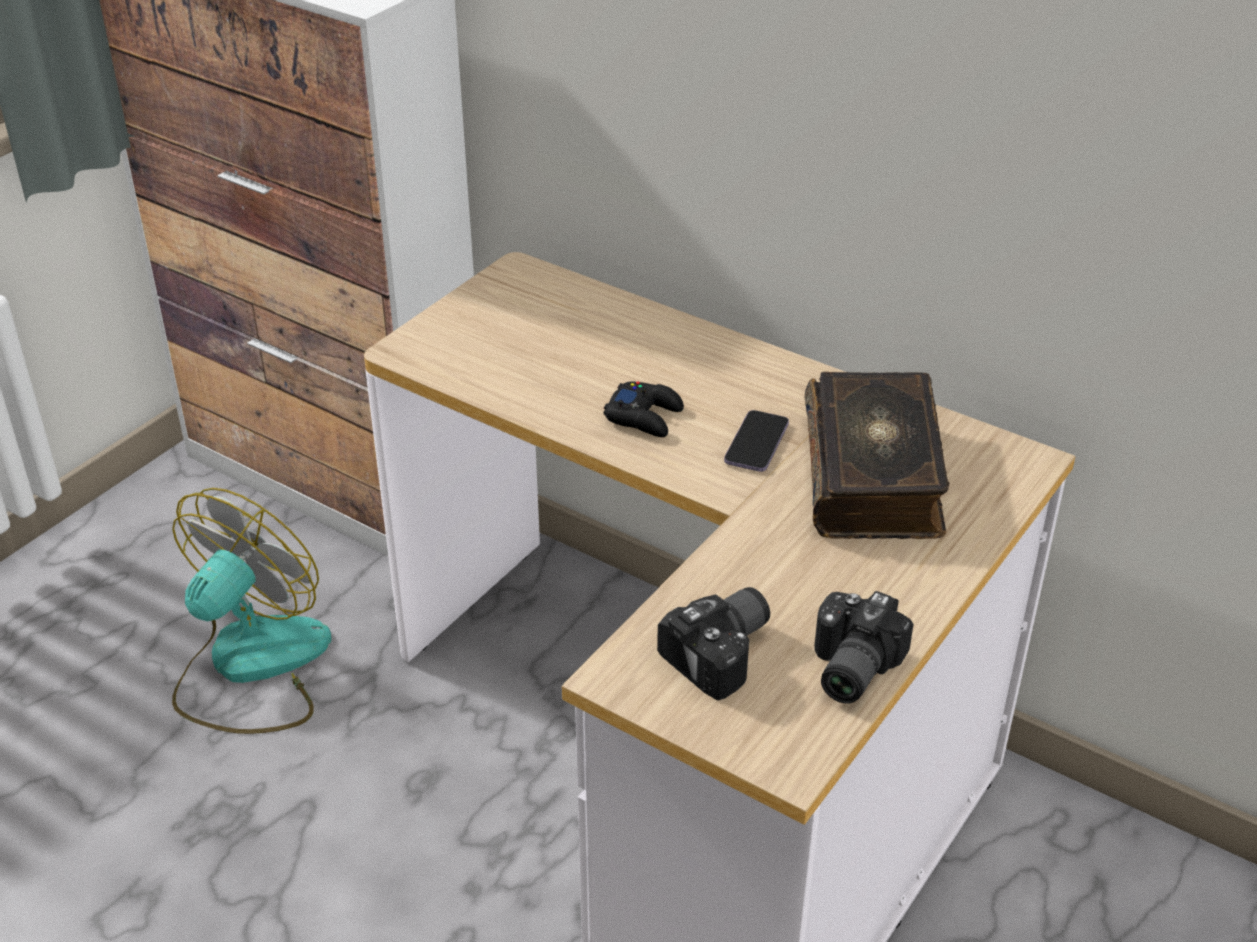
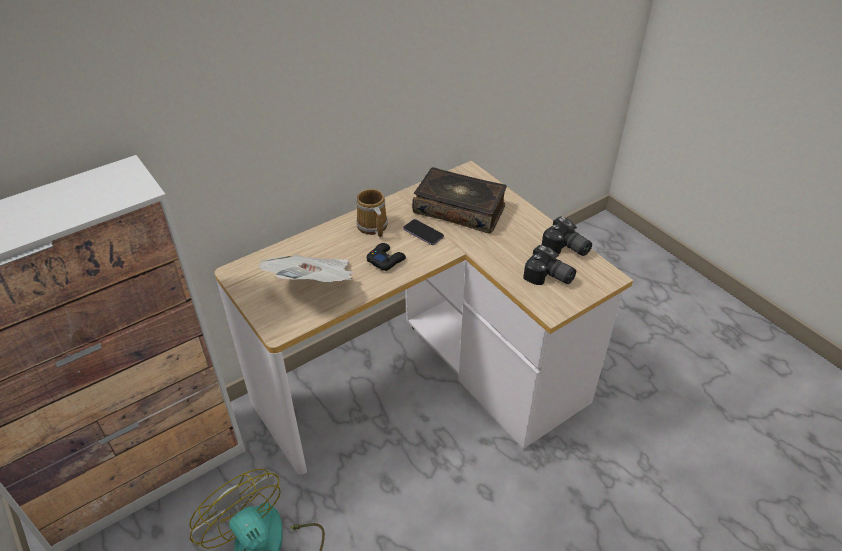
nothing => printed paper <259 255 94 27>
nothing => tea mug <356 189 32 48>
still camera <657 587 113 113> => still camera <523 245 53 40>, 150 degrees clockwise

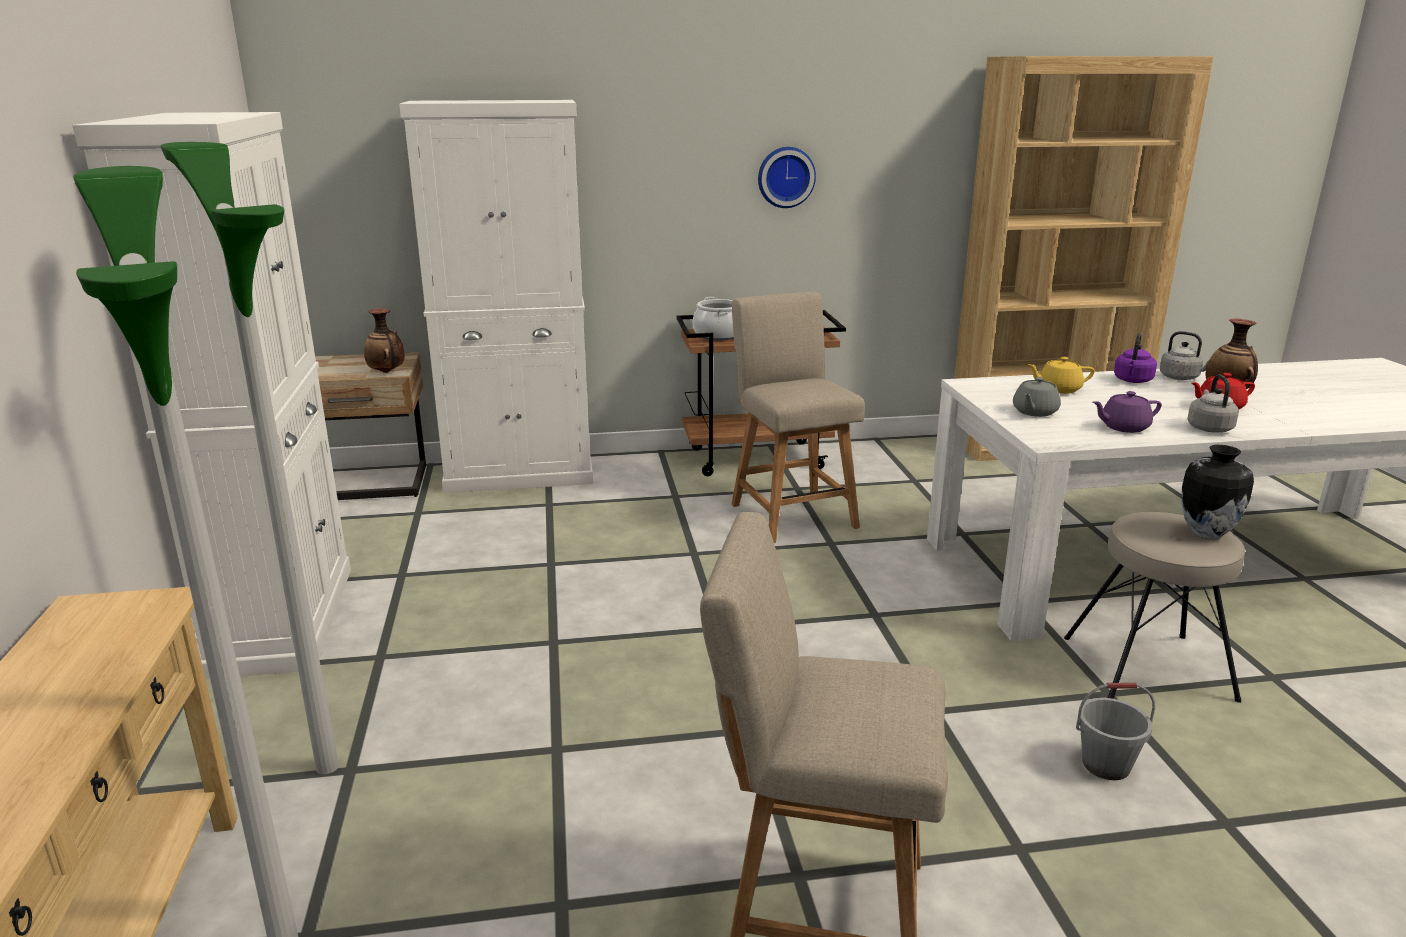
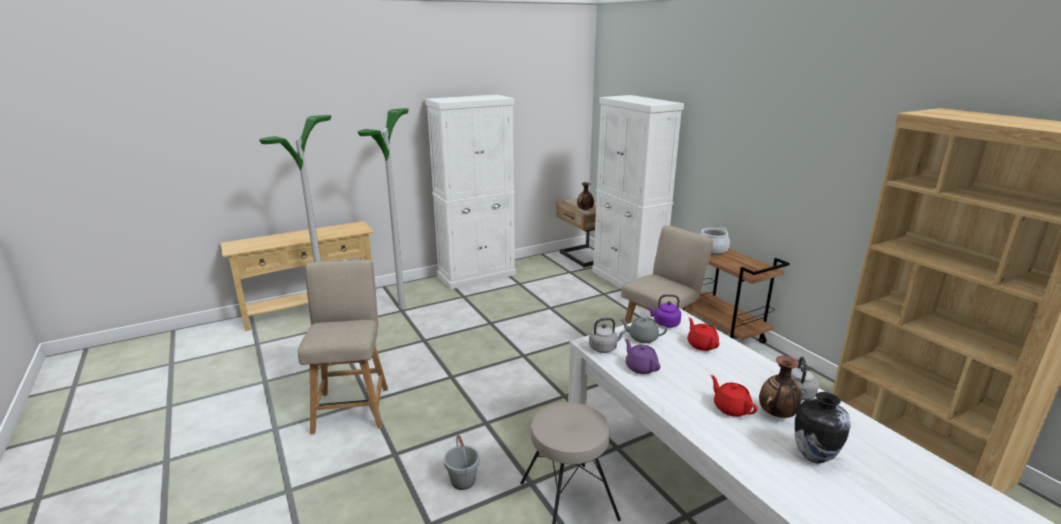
greyish water kettle <1187 375 52 58> => greyish water kettle <589 318 37 35>, shifted
purple-coloured water kettle <1114 333 43 50> => purple-coloured water kettle <647 294 34 34>, shifted
yellow-coloured tea pot <1027 357 68 37> => red tea pot <688 318 32 33>
flower vase <1182 445 72 94> => flower vase <795 392 56 72>, shifted
clock on the wall <758 147 58 61> => nothing

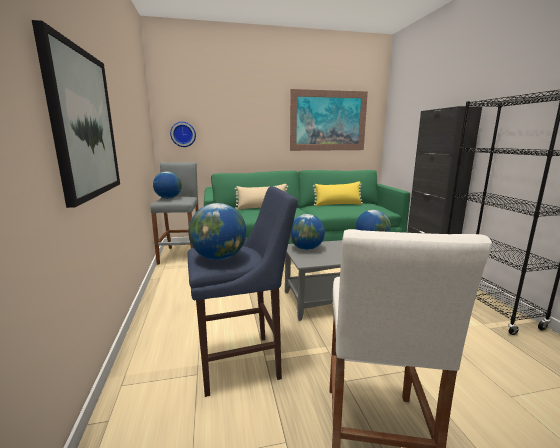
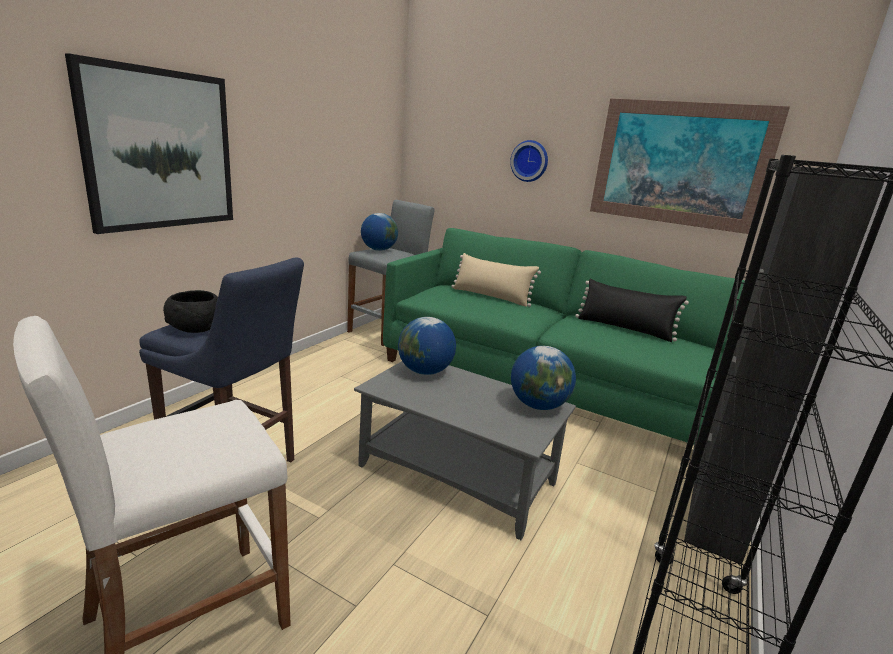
world globe <188 203 59 57> => black deep dish <163 290 55 43>
clock on the wall <170 122 26 25> => clock on the wall <510 140 38 42>, shifted
yellow-coloured throw pillow <313 181 50 25> => black throw pillow <575 279 114 63>

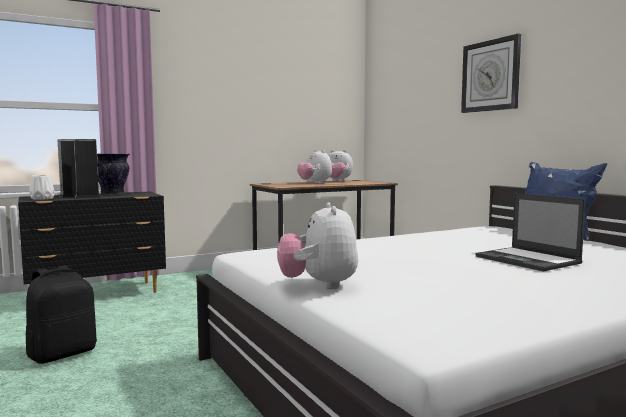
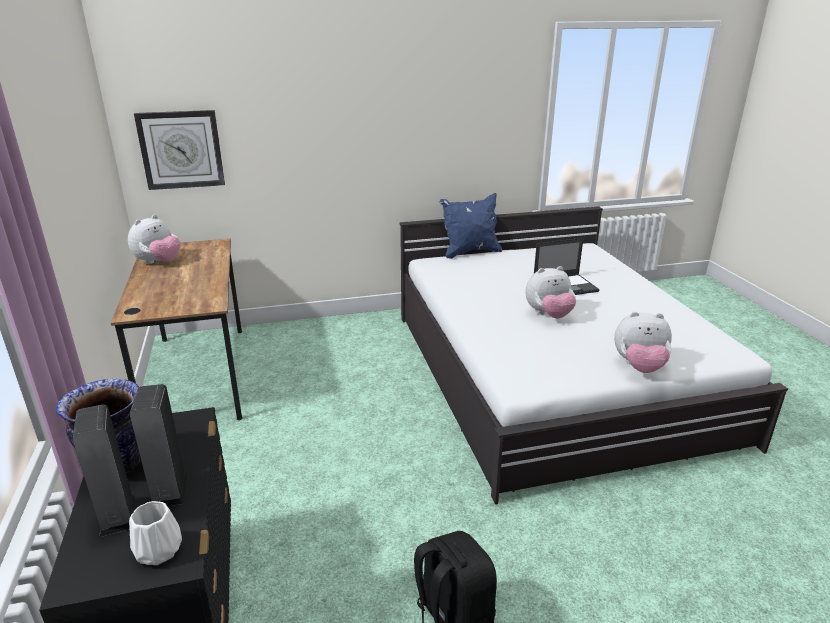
clock on the wall <461 34 60 79> => clock on the wall <134 110 91 80>, shifted
soft toy <297 150 35 34> => soft toy <525 266 51 53>, shifted

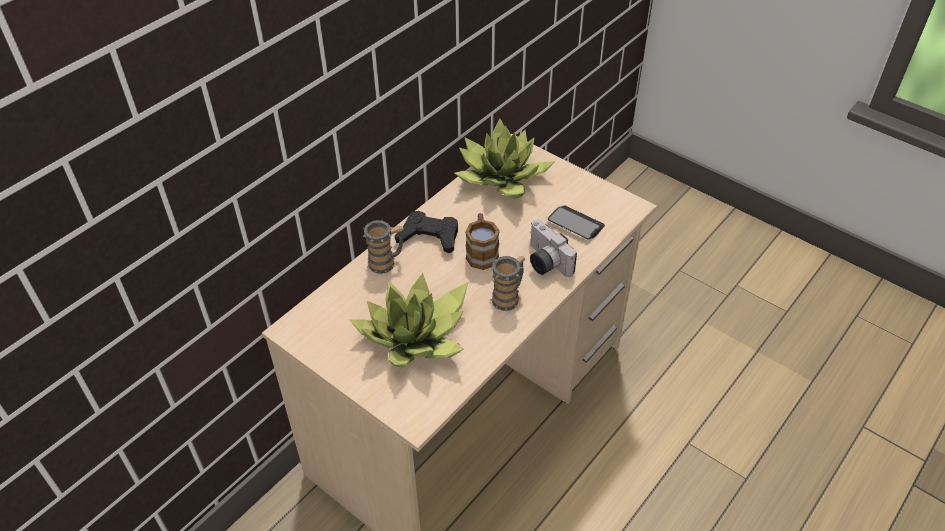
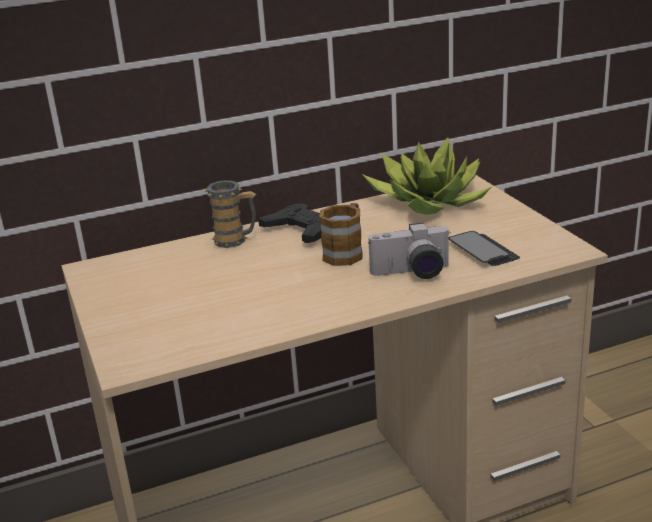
still camera <530 220 47 57> => still camera <368 223 83 56>, 90 degrees counterclockwise
potted plant <349 273 119 94> => nothing
tea mug <490 256 36 55> => nothing

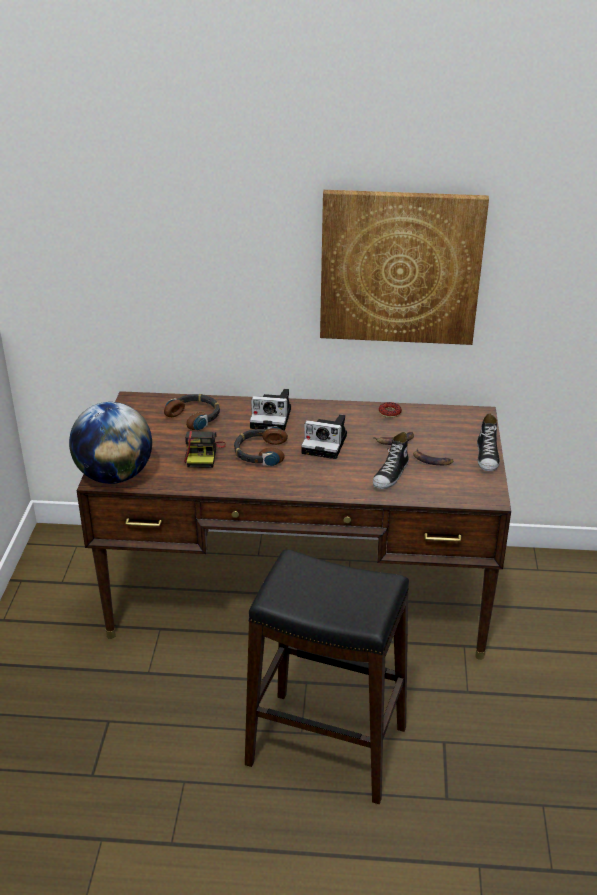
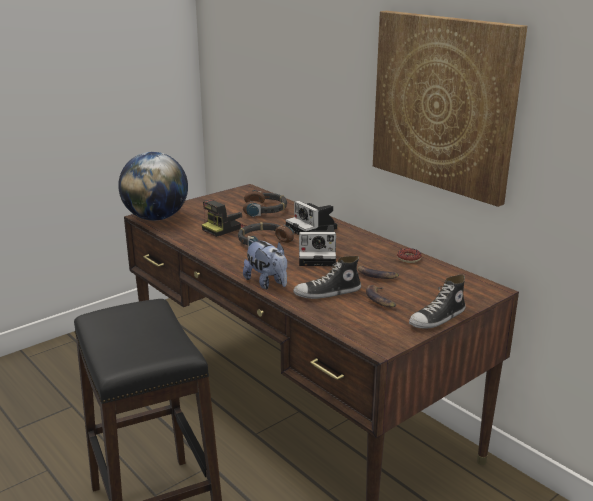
nothing => soft toy <243 240 44 49>
still camera <301 415 46 44> => still camera <299 225 37 41>, 60 degrees counterclockwise

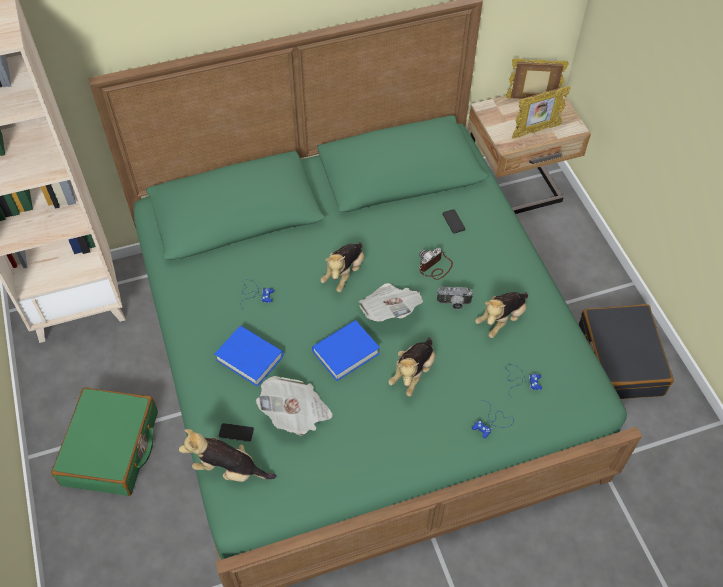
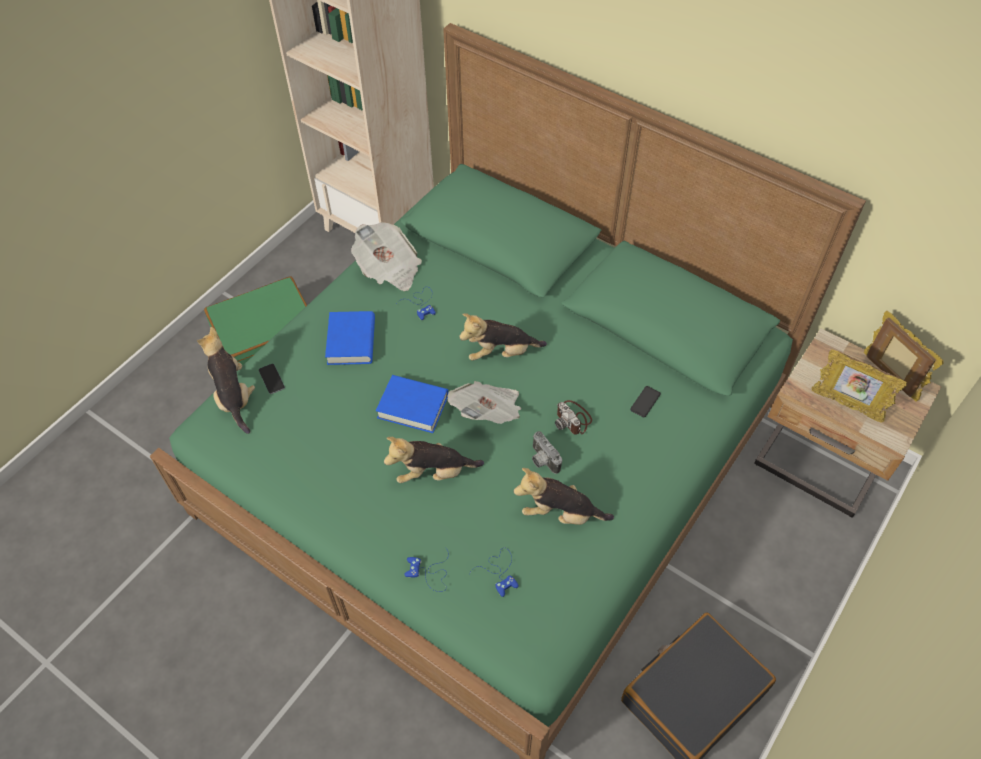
printed paper <256 376 77 60> => printed paper <351 222 71 69>, shifted
still camera <419 248 34 32> => still camera <555 400 37 35>, 135 degrees counterclockwise

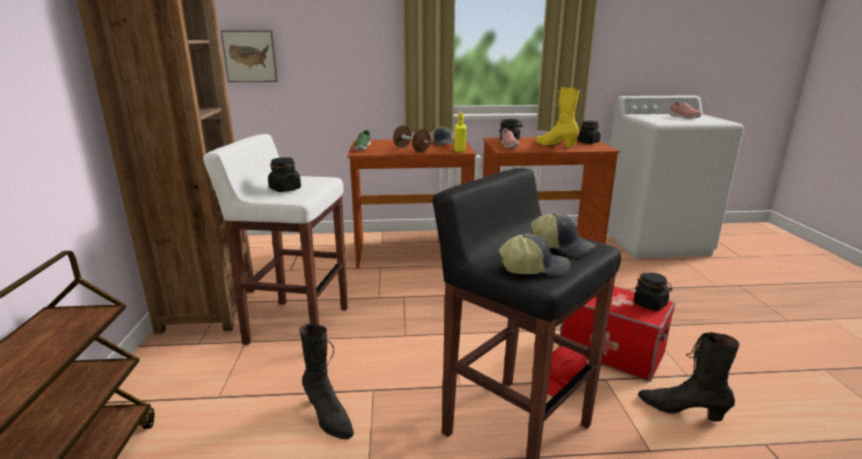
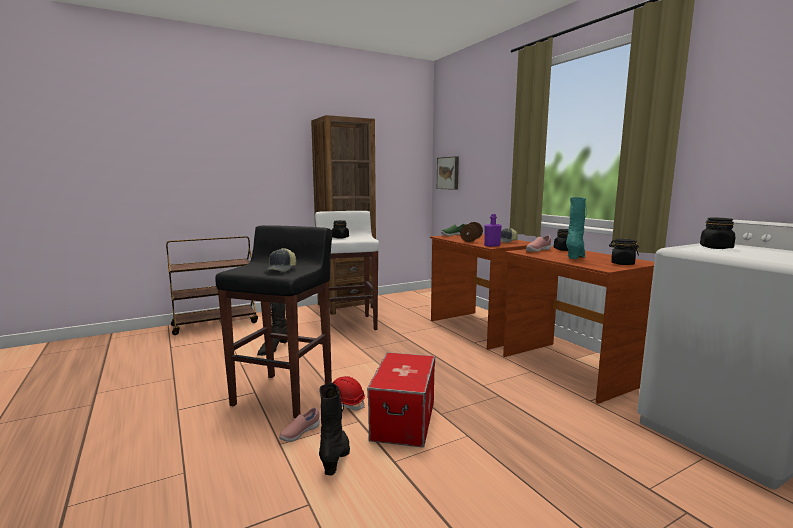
pinkish shoe <670 101 32 18> => pinkish shoe <279 407 41 35>, shifted
yellow-coloured beverage bottle <454 112 12 40> => purple-coloured beverage bottle <484 214 18 33>
yellow-coloured high-top boot <535 87 45 60> => blue-green high-top boot <566 197 21 62>
black storage jar <634 273 38 38> => black storage jar <700 218 35 31>, shifted
peaked cap <499 233 72 43> => nothing

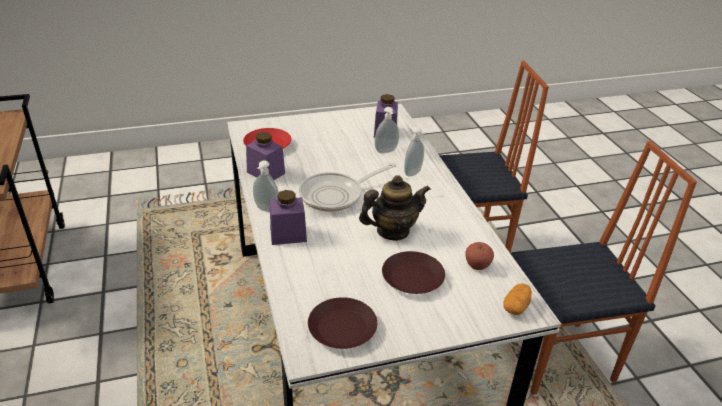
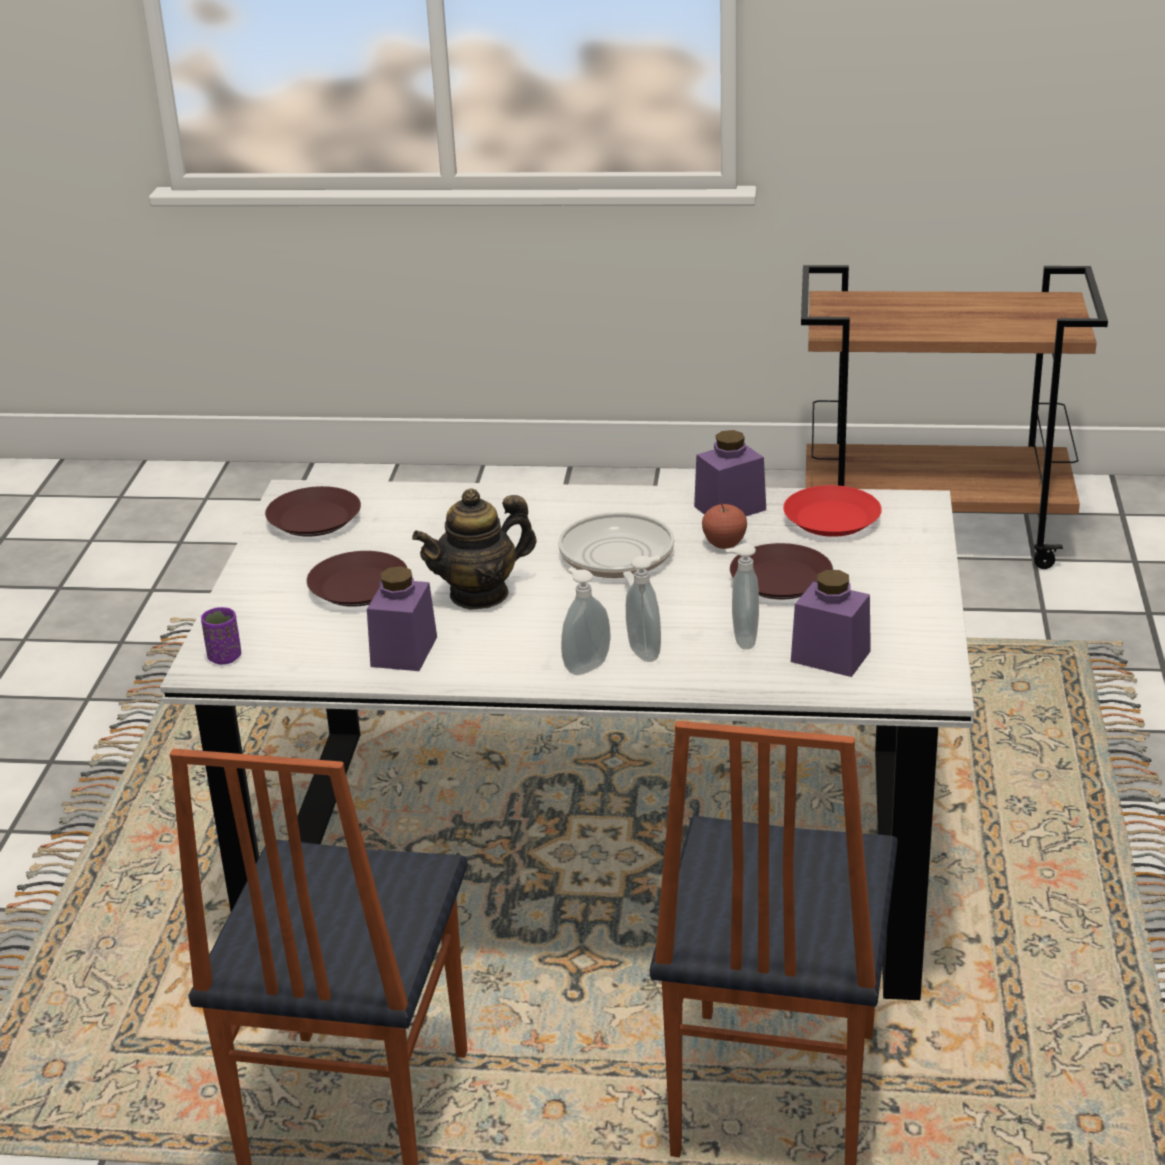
potato <503 283 29 32> => purple-coloured drinking cup <201 607 40 58>
purple-coloured storage jar <270 190 37 55> => purple-coloured storage jar <367 566 70 105>, shifted
tea pot <359 175 72 66> => tea pot <412 488 125 122>, 60 degrees clockwise
liquid soap bottle <253 161 26 52> => liquid soap bottle <561 567 49 108>, shifted
whole apple <465 242 29 28> => whole apple <702 503 45 46>, shifted
nothing => brown dinner plate <730 543 103 56>

